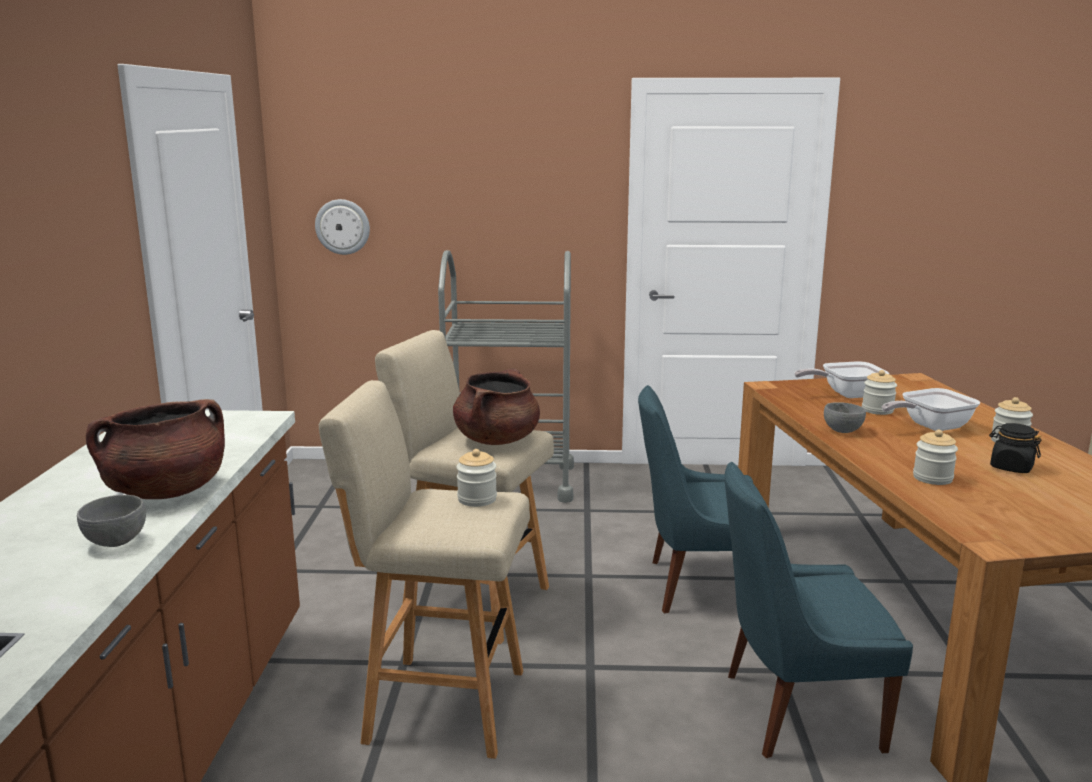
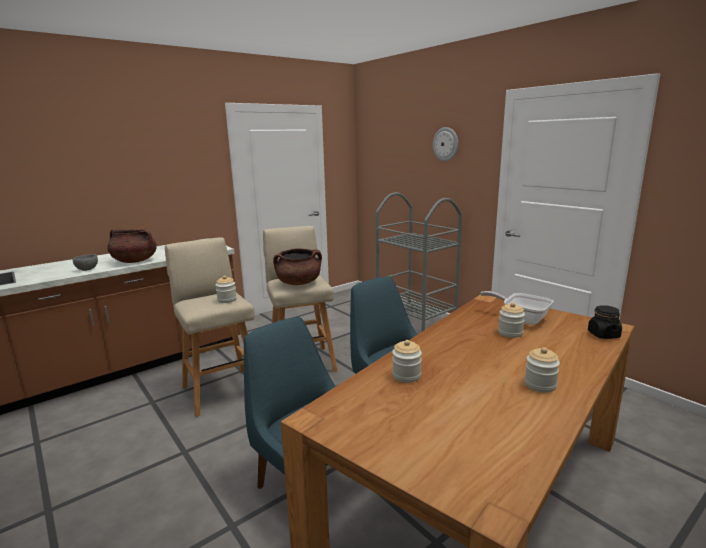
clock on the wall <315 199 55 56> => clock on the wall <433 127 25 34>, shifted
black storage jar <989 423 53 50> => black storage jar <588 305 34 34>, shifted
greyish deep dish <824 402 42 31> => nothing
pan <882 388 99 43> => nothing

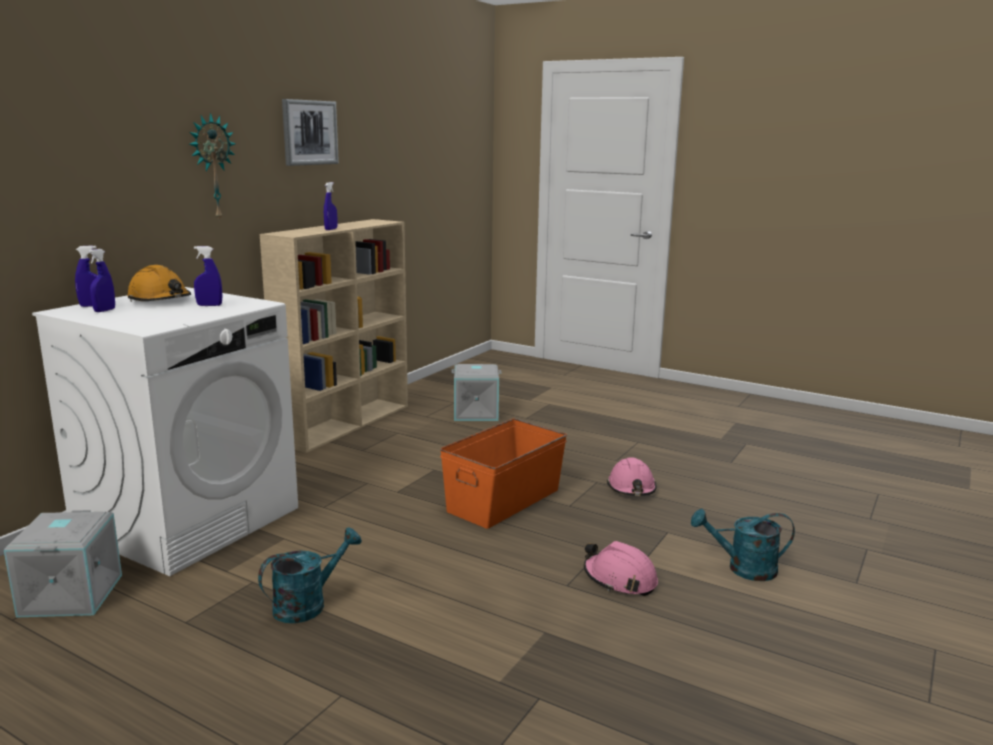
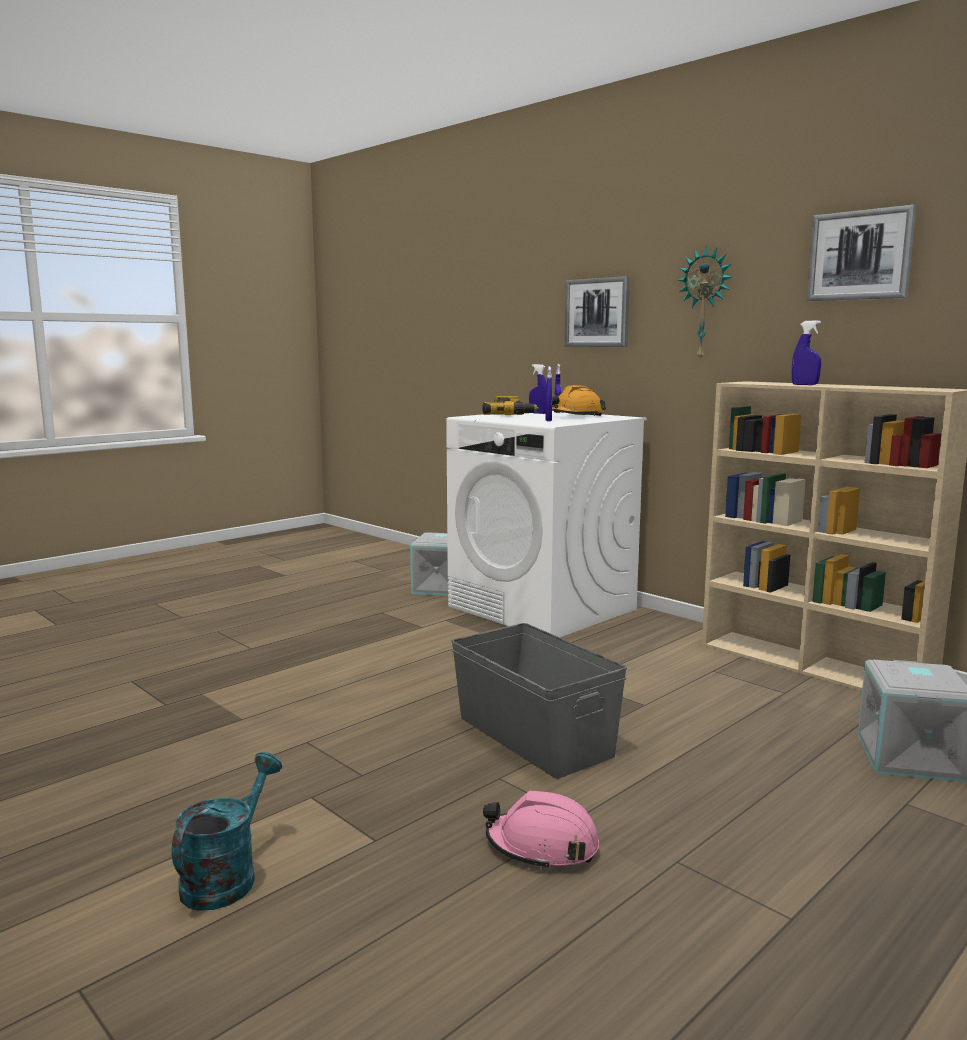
orange-coloured storage bin <440 418 127 111> => greyish storage bin <451 623 176 156>
nothing => drill <482 396 57 19>
nothing => wall art <564 276 66 71>
blue-green watering pot <258 527 104 96> => nothing
pinkish safety helmet <584 541 74 55> => nothing

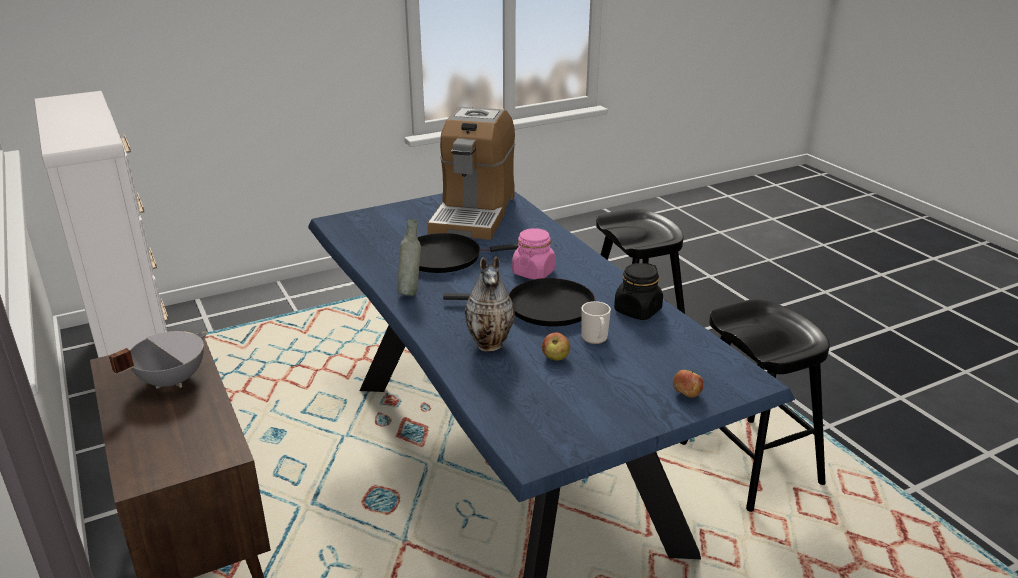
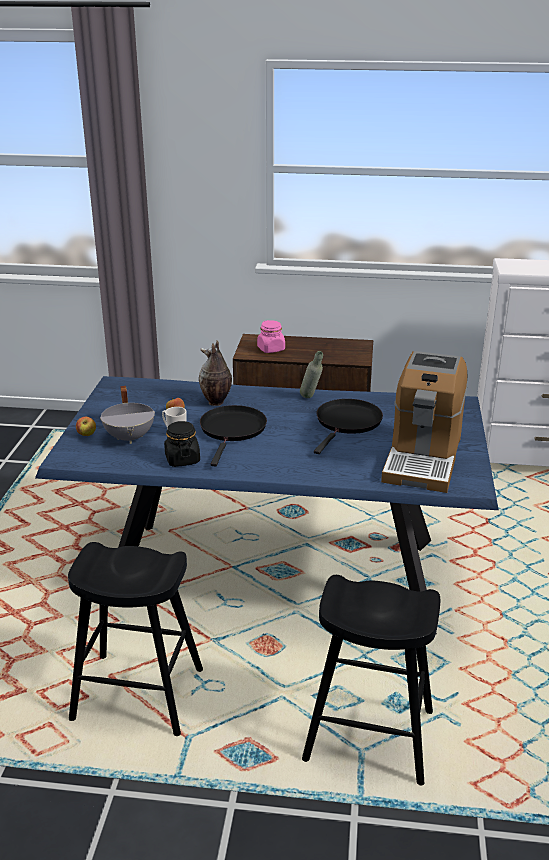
greyish stockpot <109 331 98 58> => greyish stockpot <100 386 55 58>, shifted
black pan <443 278 153 48> => black pan <200 405 67 61>, 150 degrees clockwise
pinkish storage jar <512 228 44 51> => pinkish storage jar <257 320 28 33>, shifted
coffee maker <428 107 87 133> => coffee maker <381 351 86 142>, 120 degrees counterclockwise

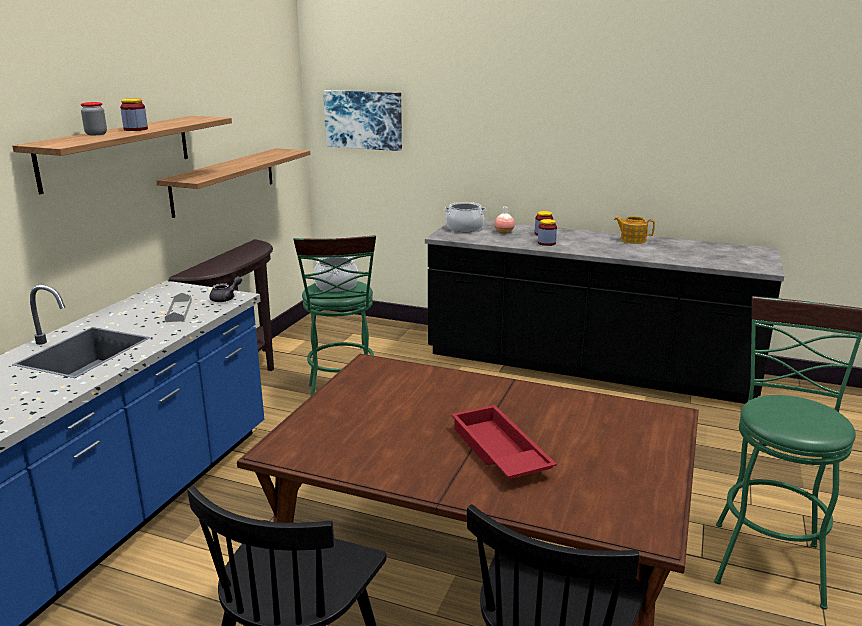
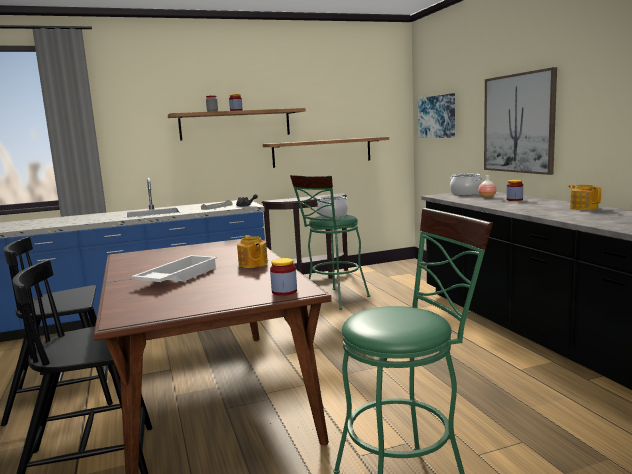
red serving tray <451 405 106 74> => white serving tray <132 255 85 27>
nothing => tea pot <237 235 31 33>
storage jar <538 219 19 27> => storage jar <270 258 27 38>, shifted
nothing => wall art <484 67 73 108>

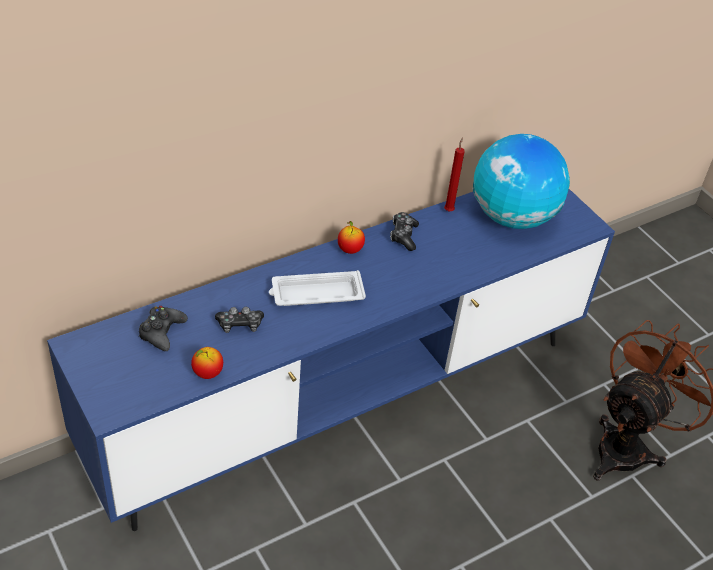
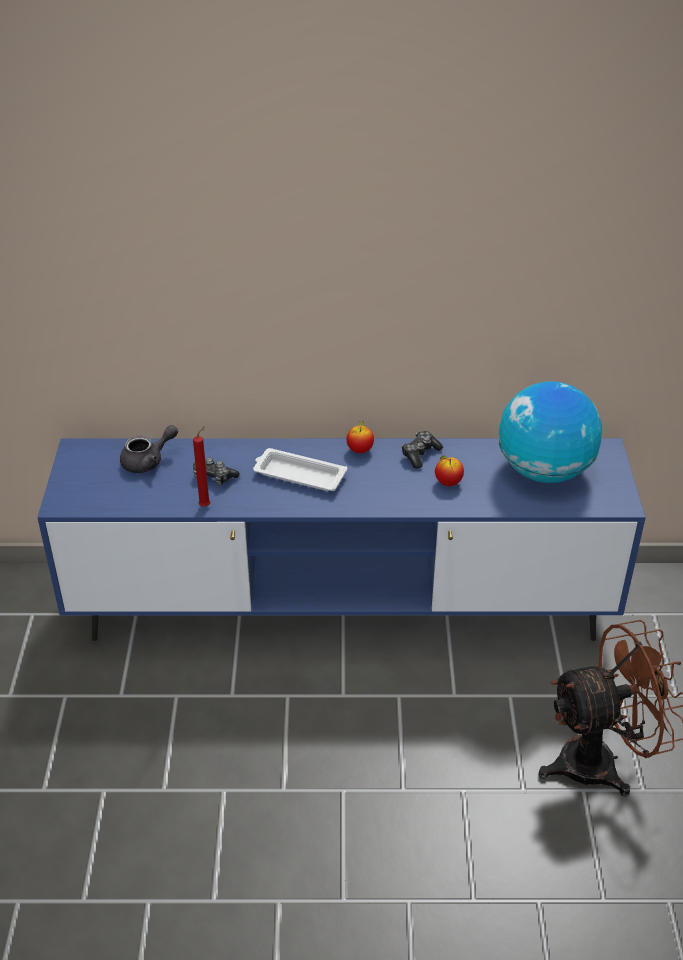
black gamepad <139 306 49 45> => greyish tea pot <120 425 58 48>
red candle <444 137 21 74> => red candle <193 426 17 81>, shifted
whole apple <191 347 32 32> => whole apple <435 455 29 31>, shifted

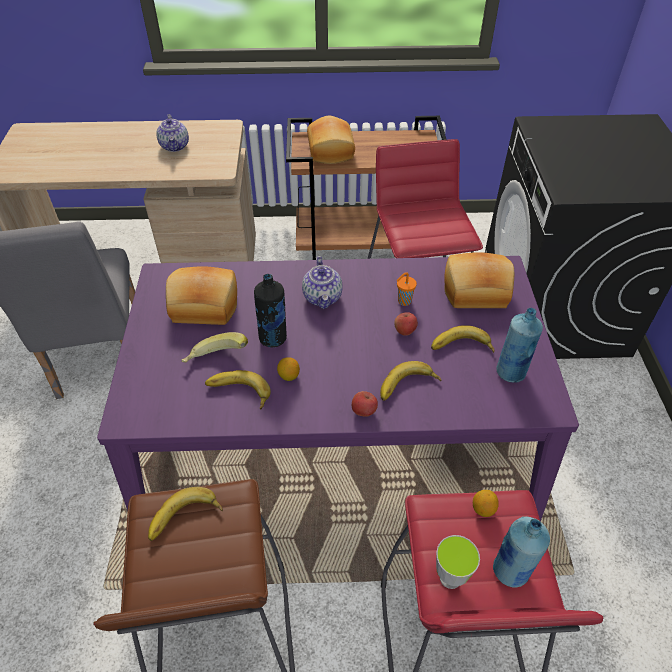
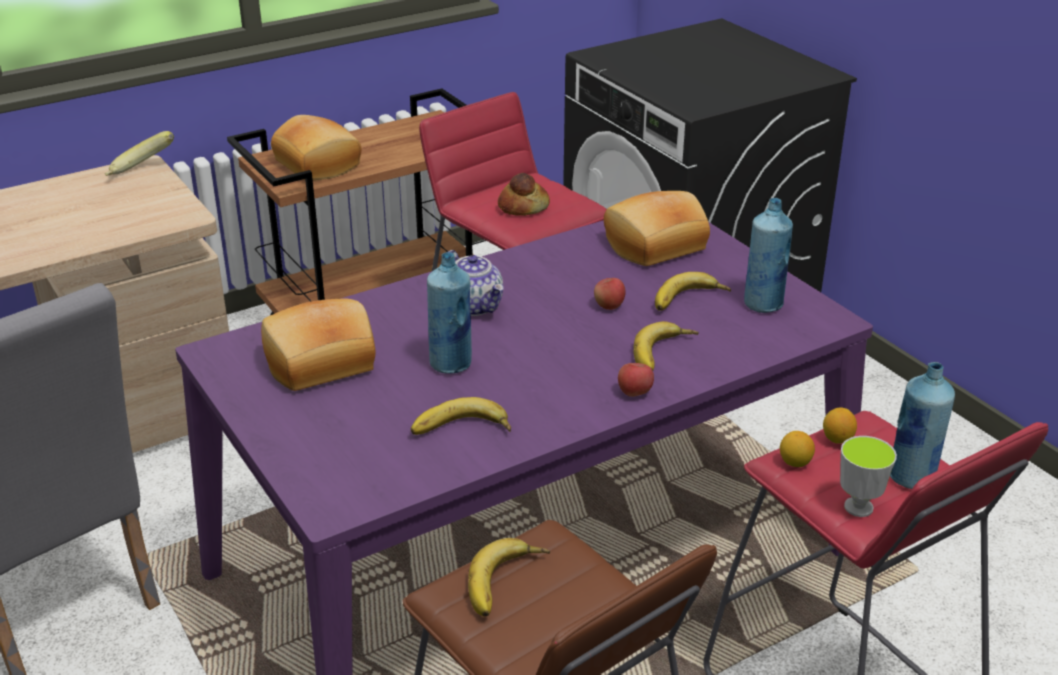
banana <182 332 66 31> => banana <105 131 69 45>, shifted
black beverage bottle <254 274 33 74> => bluish beverage bottle <427 252 45 121>
nothing => baked bread <498 173 52 43>
citrus fruit <277 357 23 24> => citrus fruit <780 431 35 36>, shifted
tea pot <156 114 33 38> => nothing
orange-coloured drinking cup <396 272 21 34> => nothing

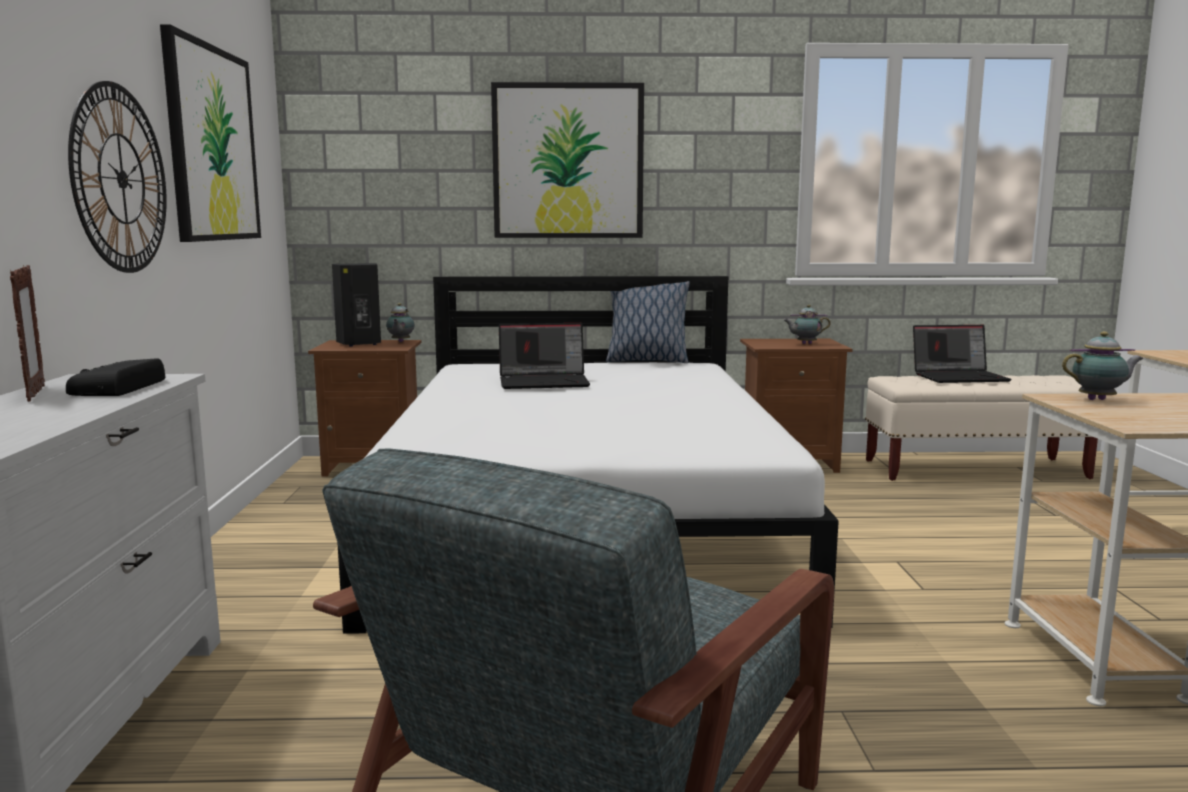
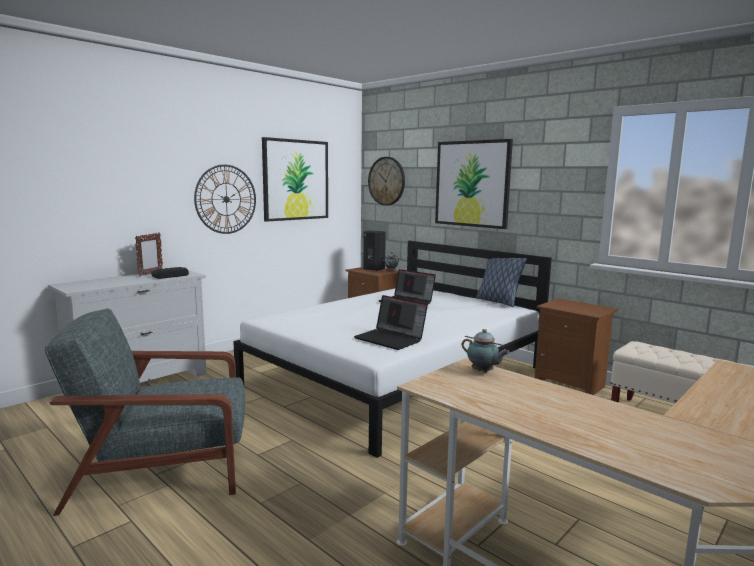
portable computer <913 325 99 58> => portable computer <354 295 74 55>, shifted
nothing => clock on the wall <368 157 37 49>
tea pot <784 305 47 39> => nothing

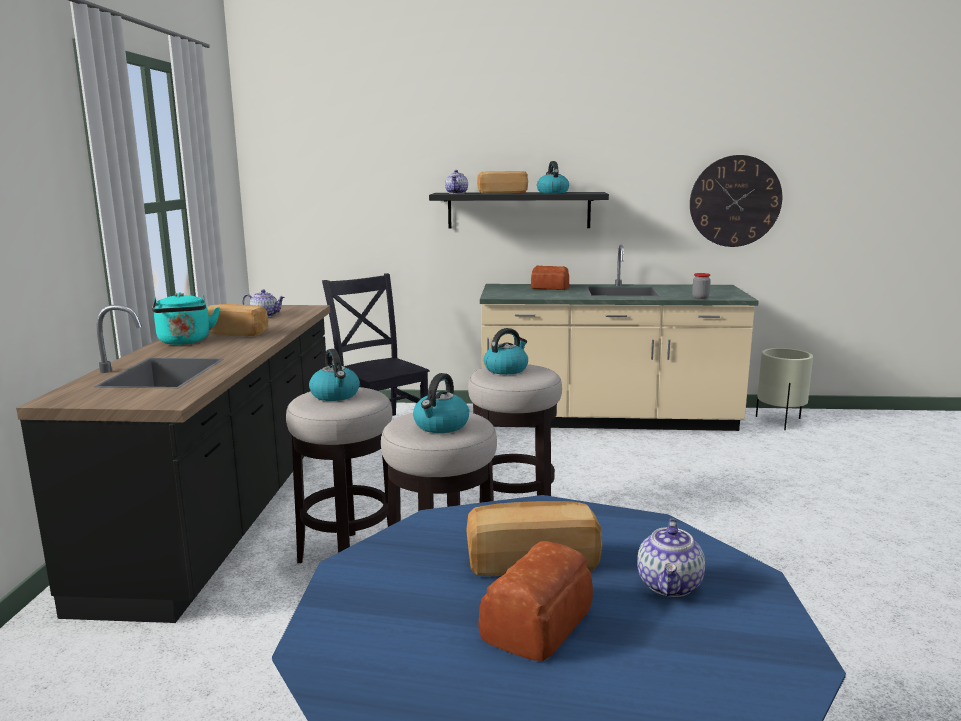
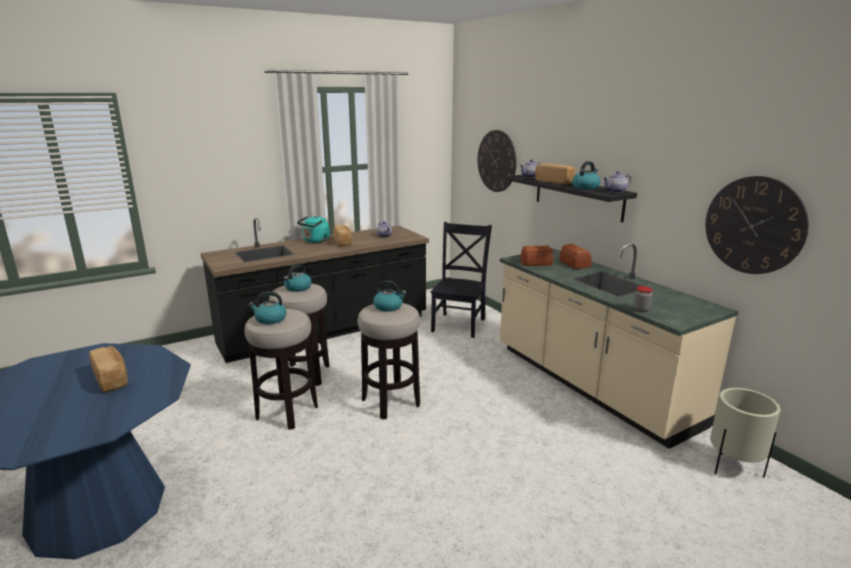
nothing => clock on the wall <478 130 39 62>
baked bread <478 541 115 120> => baked bread <520 245 33 21>, shifted
tea pot <637 519 68 78> => tea pot <603 171 29 22>, shifted

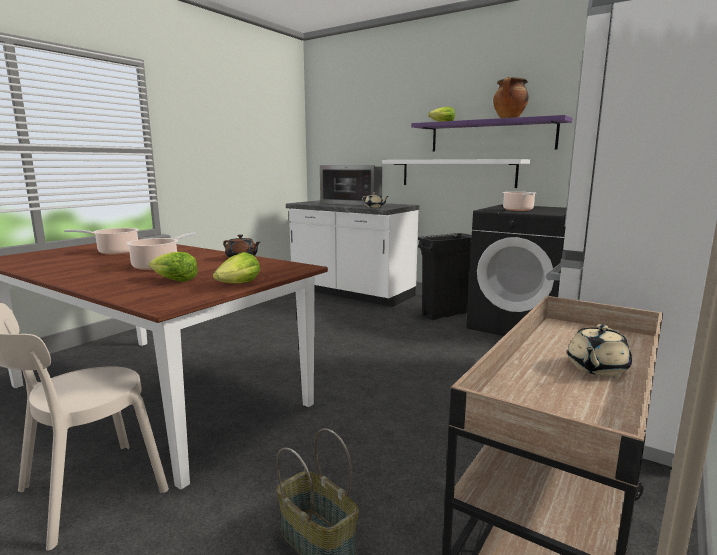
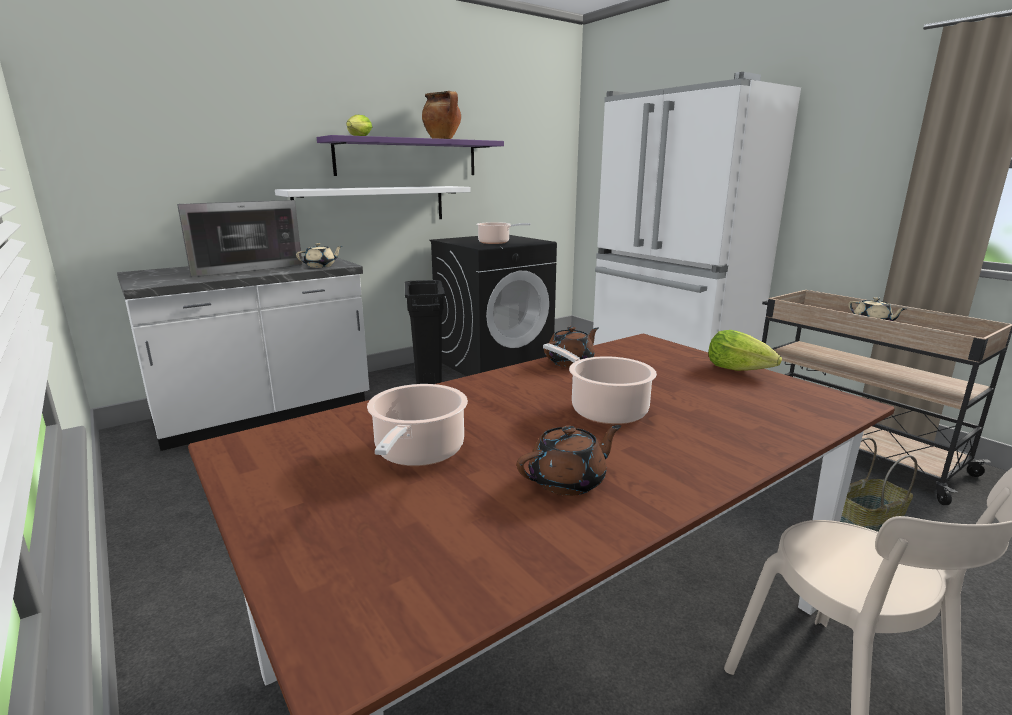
nothing => brown tea pot <517 425 104 71>
lettuce <149 252 49 30> => nothing

